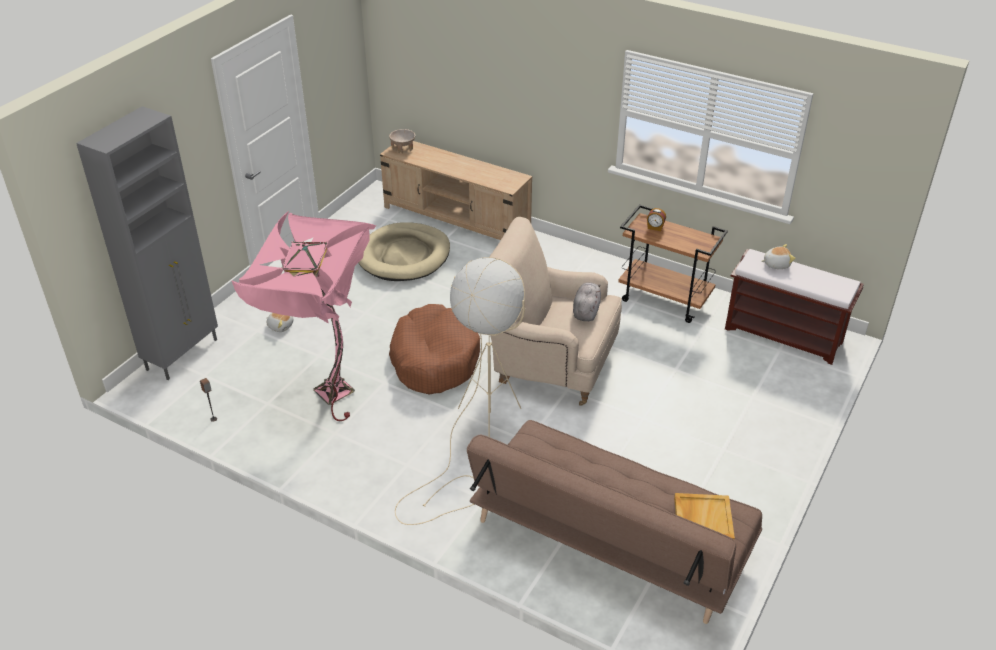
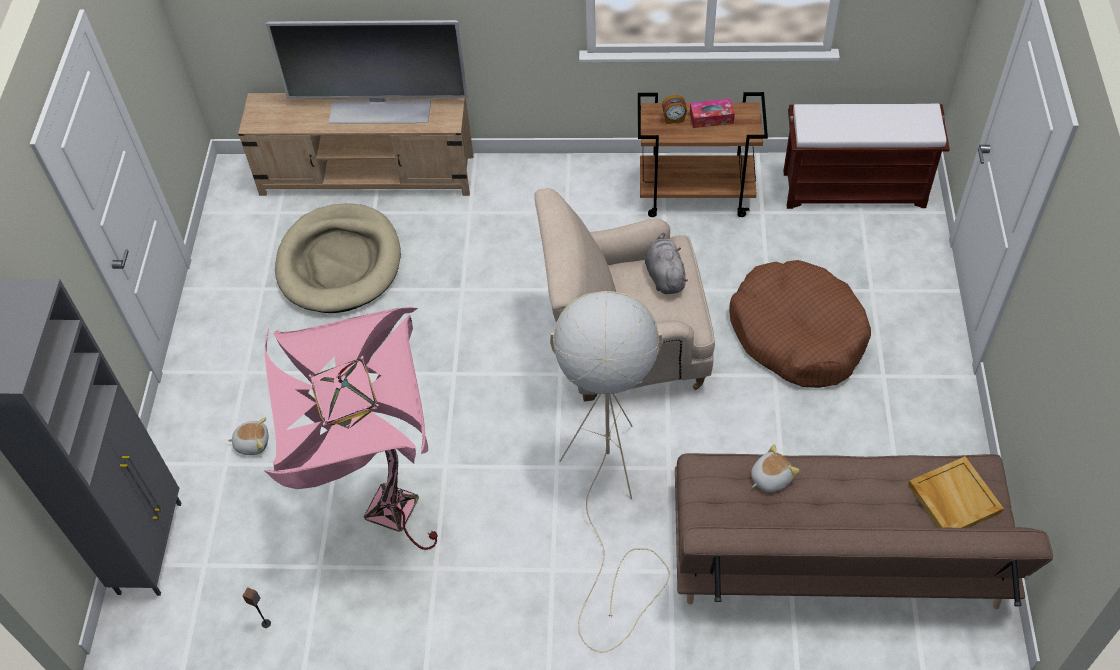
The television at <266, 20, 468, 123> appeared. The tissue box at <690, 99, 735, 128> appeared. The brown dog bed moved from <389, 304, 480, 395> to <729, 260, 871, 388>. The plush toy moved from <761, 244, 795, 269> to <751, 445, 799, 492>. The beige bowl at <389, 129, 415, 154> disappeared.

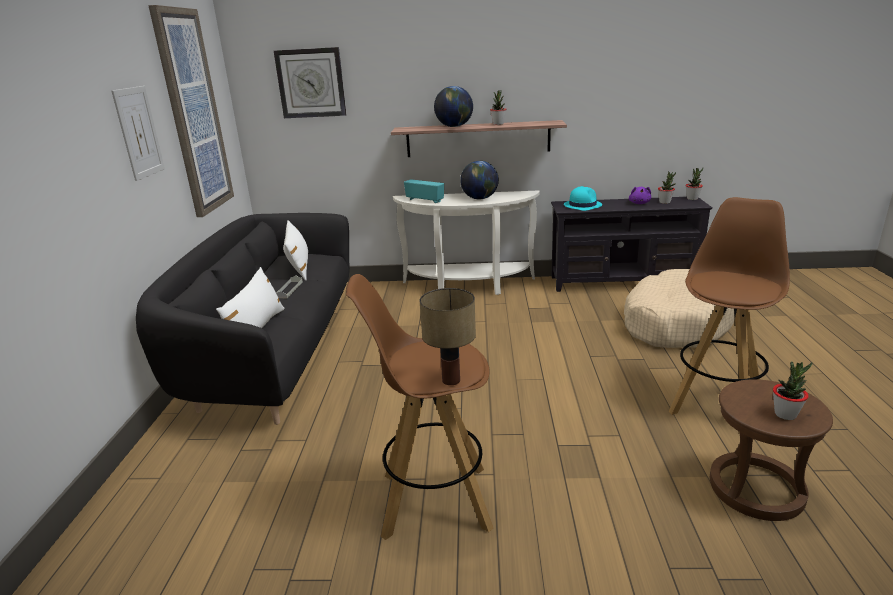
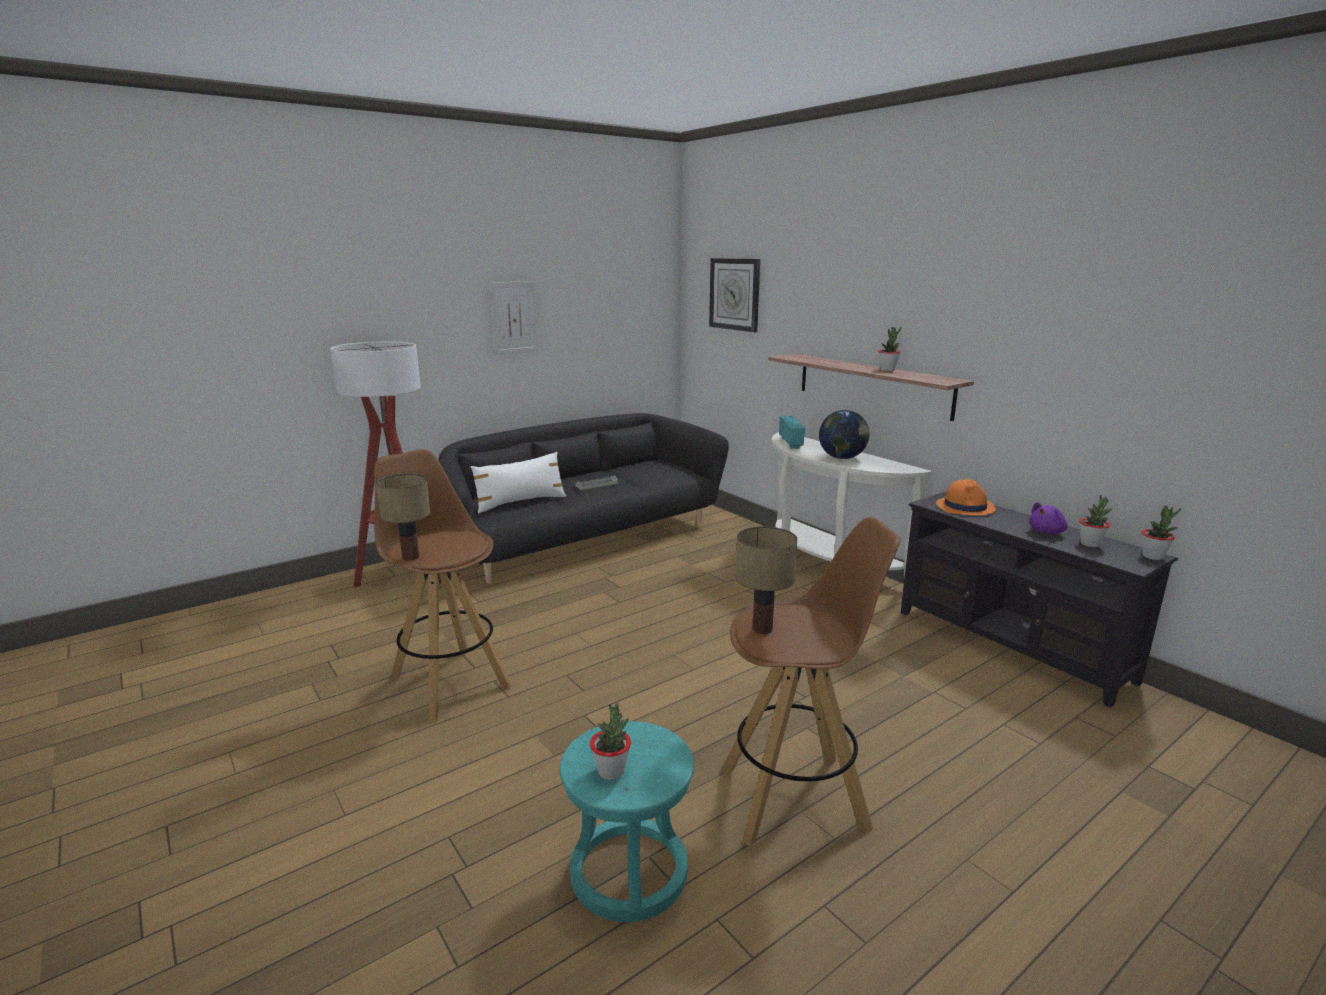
The floor lamp at <330, 341, 441, 588> appeared. The brown stool at <710, 379, 833, 521> became the turquoise stool at <560, 721, 694, 922>. The table lamp at <736, 526, 797, 634> appeared. The turquoise hat at <564, 186, 602, 211> became the orange hat at <936, 479, 996, 516>. The picture at <148, 5, 234, 217> disappeared. The white pillow at <283, 220, 308, 281> disappeared. The globe at <434, 86, 473, 127> disappeared. The beige dog bed at <624, 269, 735, 348> disappeared.

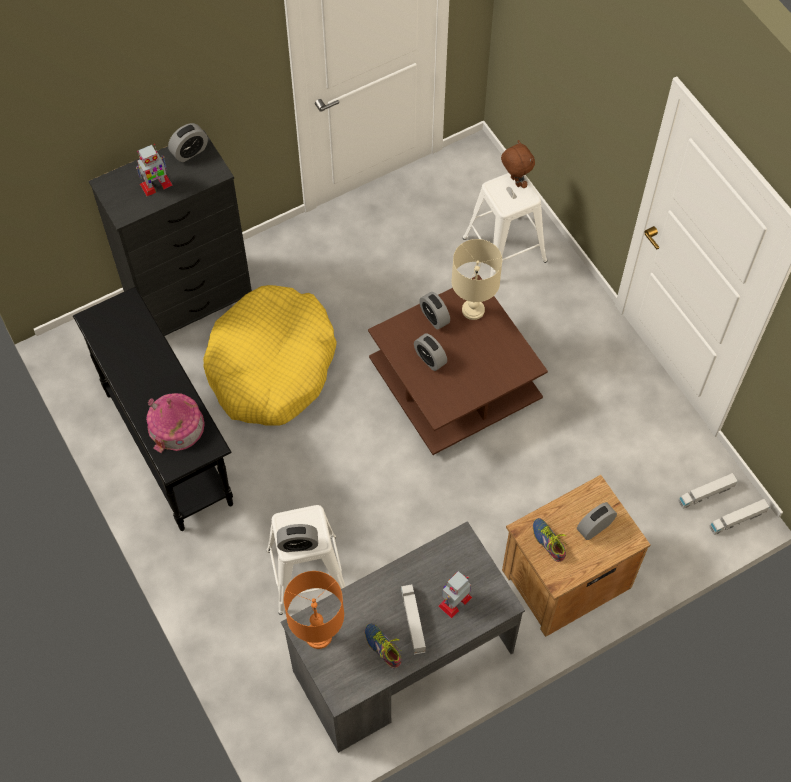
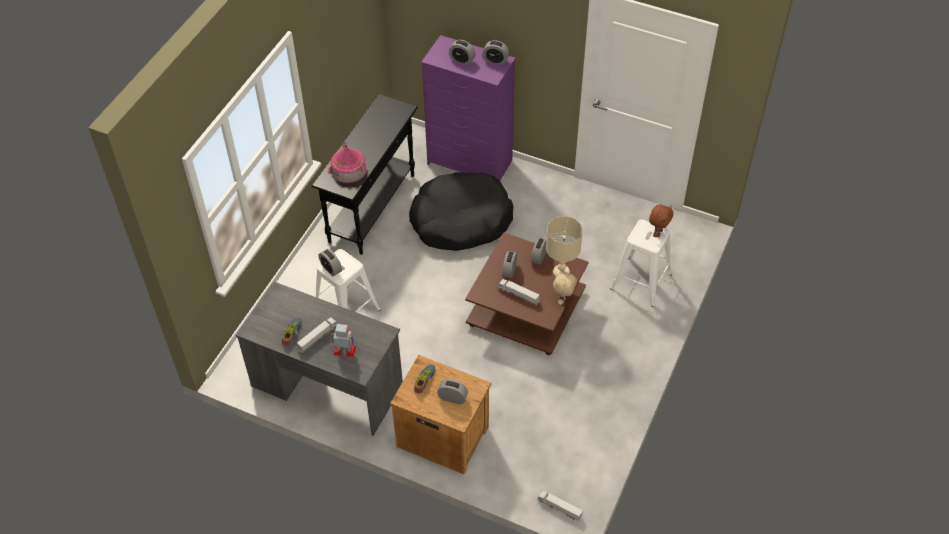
The yellow dog bed at <203, 285, 337, 426> became the black dog bed at <409, 172, 514, 251>. The black dresser at <89, 130, 252, 336> became the purple dresser at <421, 35, 516, 180>. The toy robot at <136, 144, 173, 196> was replaced by the alarm clock at <449, 40, 475, 65>. The toy truck moved from <678, 473, 738, 509> to <498, 279, 540, 305>. The beige plush toy at <553, 269, 577, 305> appeared. The orange table lamp at <284, 571, 344, 649> disappeared.

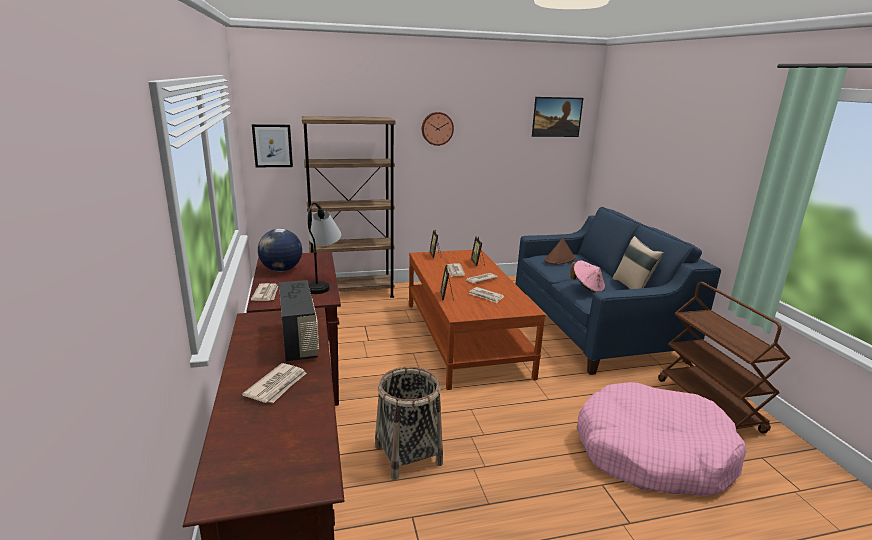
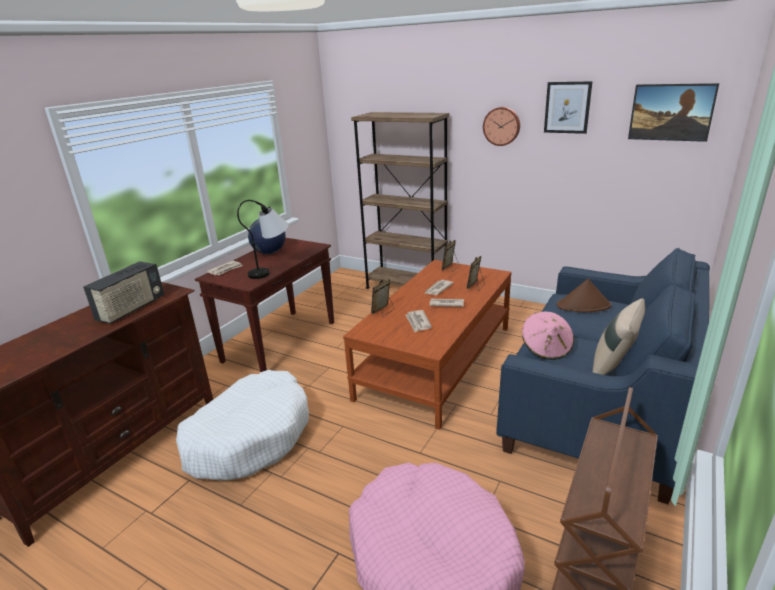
The basket at <375, 367, 443, 480> was replaced by the white dog bed at <176, 370, 309, 481>. The picture moved from <252, 124, 293, 167> to <544, 81, 593, 134>. The newspaper at <242, 363, 307, 403> disappeared.

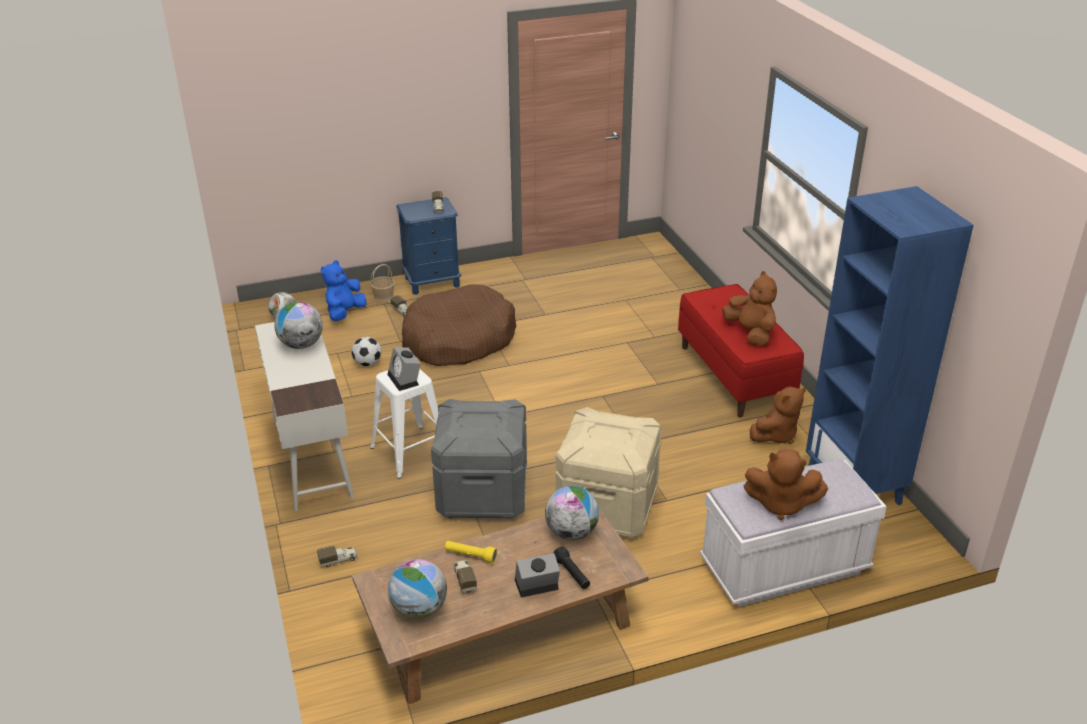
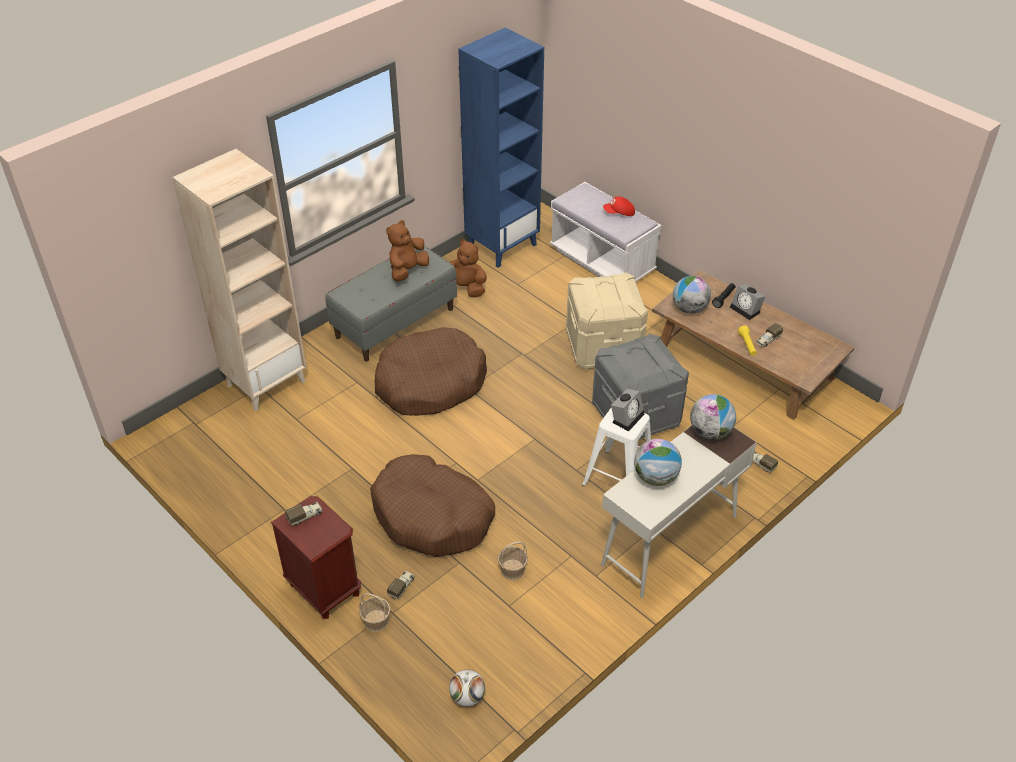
The beige bookcase at <173, 149, 307, 411> appeared. The blue nightstand at <396, 197, 461, 295> became the brown nightstand at <271, 496, 361, 619>. The red bench at <678, 284, 804, 417> became the grey bench at <325, 246, 457, 362>. The brown dog bed at <374, 327, 487, 416> appeared. The football at <352, 337, 381, 366> was replaced by the basket at <498, 541, 528, 580>. The brown plush toy at <744, 449, 828, 520> was replaced by the red cap at <603, 196, 635, 216>. The globe moved from <388, 559, 447, 619> to <690, 394, 736, 440>. The blue plush toy at <321, 260, 366, 321> disappeared.

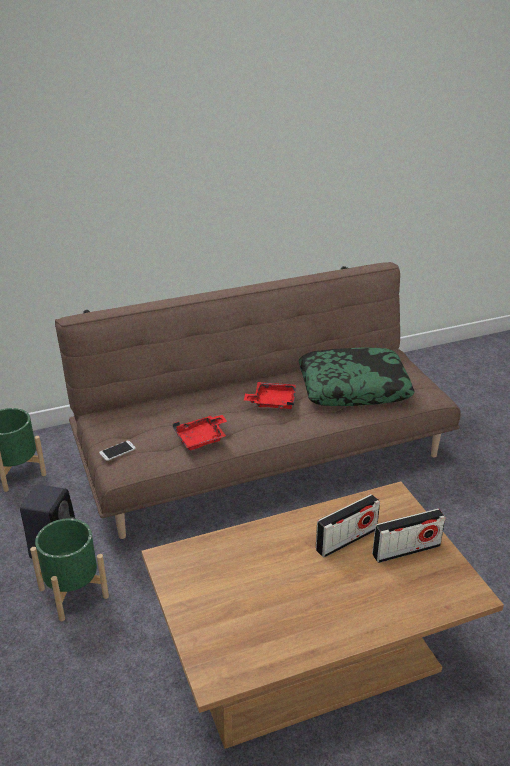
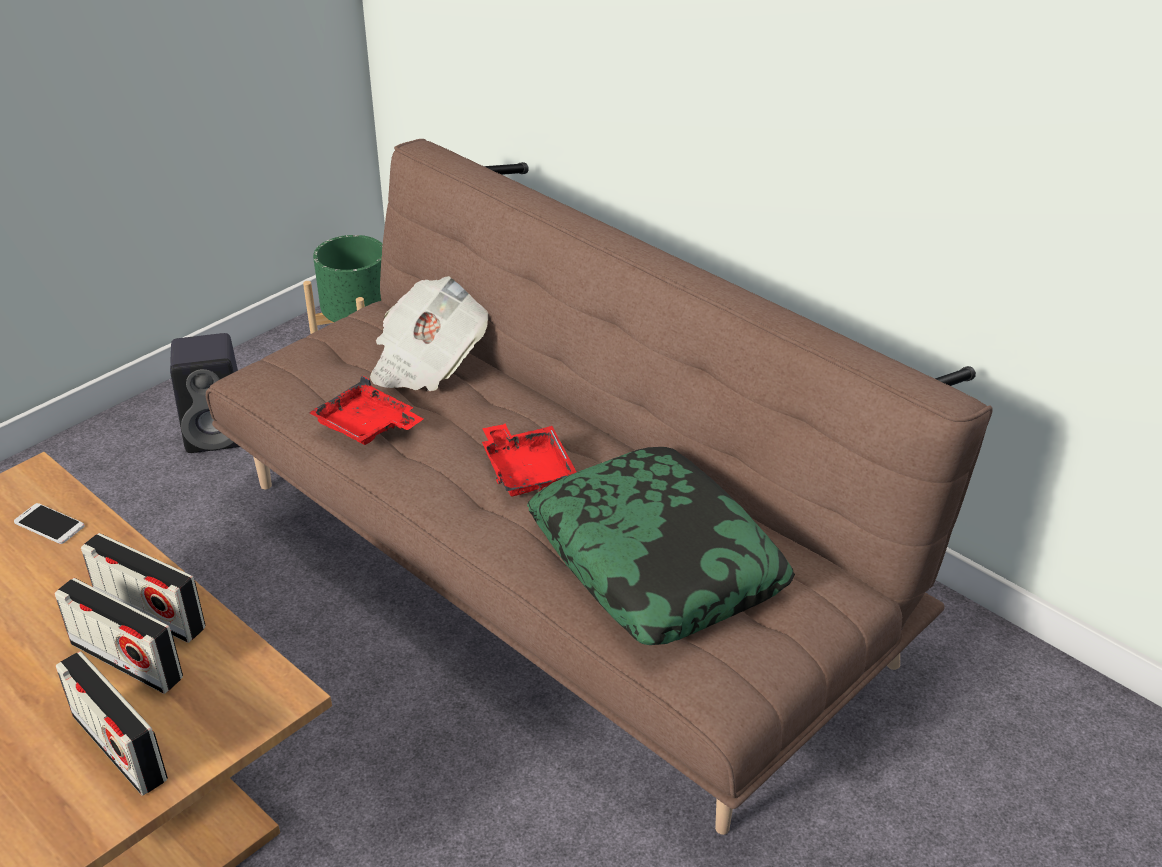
The phone moved from <99, 440, 136, 461> to <14, 503, 85, 544>. The radio at <81, 533, 206, 643> appeared. The newspaper at <370, 276, 488, 391> appeared. The green planter at <30, 518, 109, 621> disappeared.

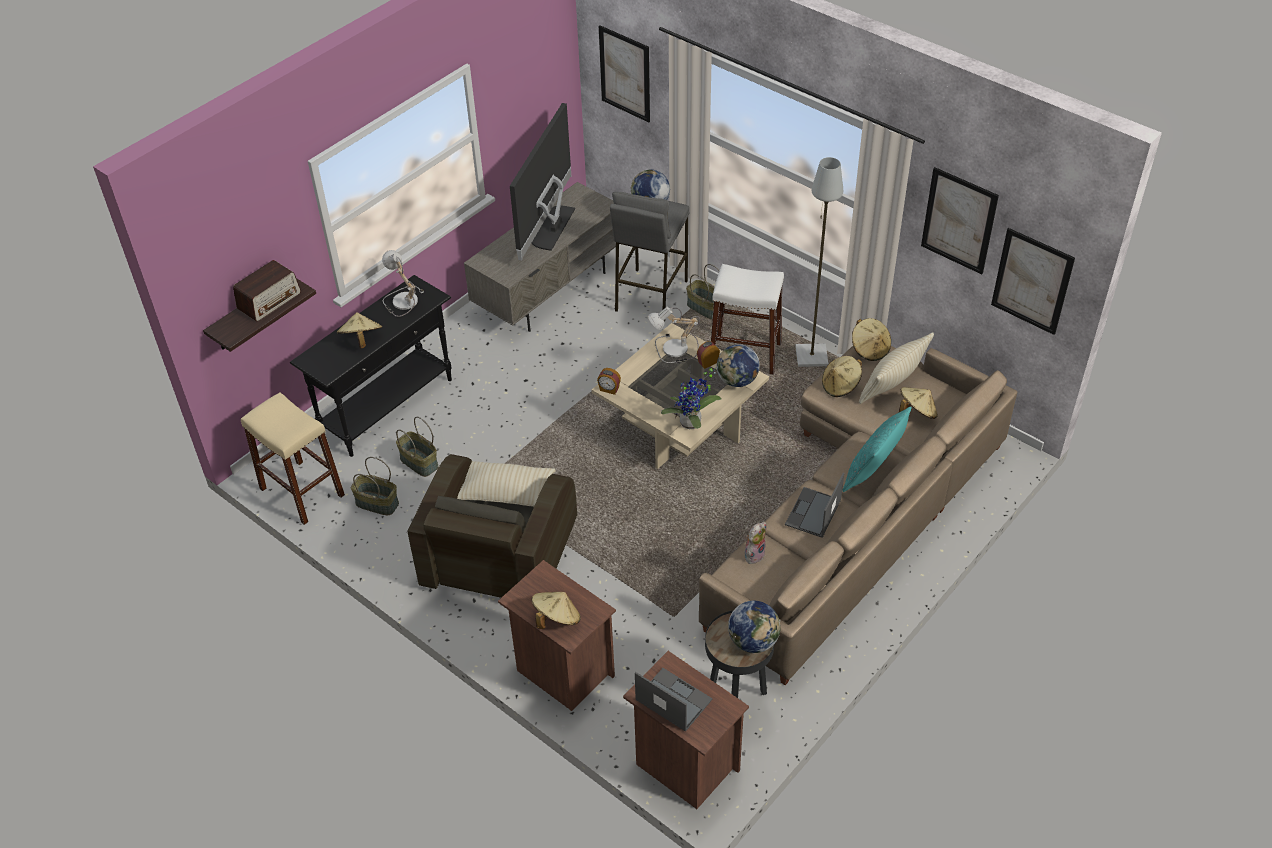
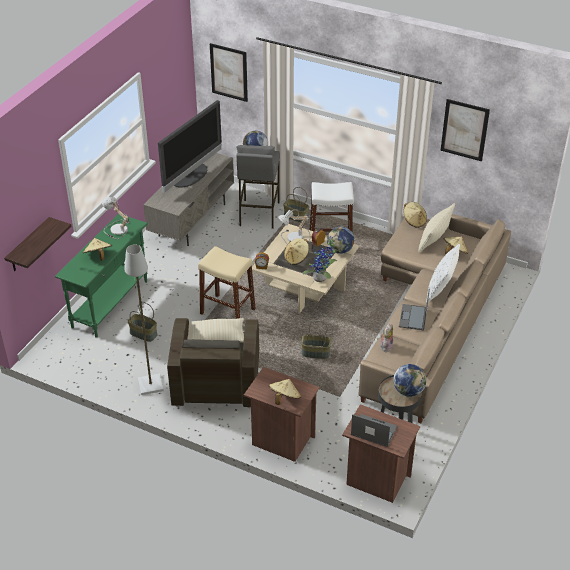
The black console table at <290, 275, 452, 457> became the green console table at <55, 213, 148, 338>. The grey floor lamp moved from <795, 157, 843, 367> to <124, 245, 164, 395>. The television at <510, 103, 575, 261> turned 150 degrees counterclockwise. The beige stool moved from <241, 392, 345, 525> to <198, 246, 256, 319>. The beige hat moved from <822, 356, 862, 397> to <284, 238, 309, 265>. The basket moved from <351, 457, 399, 515> to <301, 320, 331, 359>. The turquoise pillow at <842, 407, 911, 492> became the white pillow at <426, 244, 460, 303>. The radio at <233, 260, 301, 322> disappeared. The picture at <991, 228, 1075, 335> disappeared.

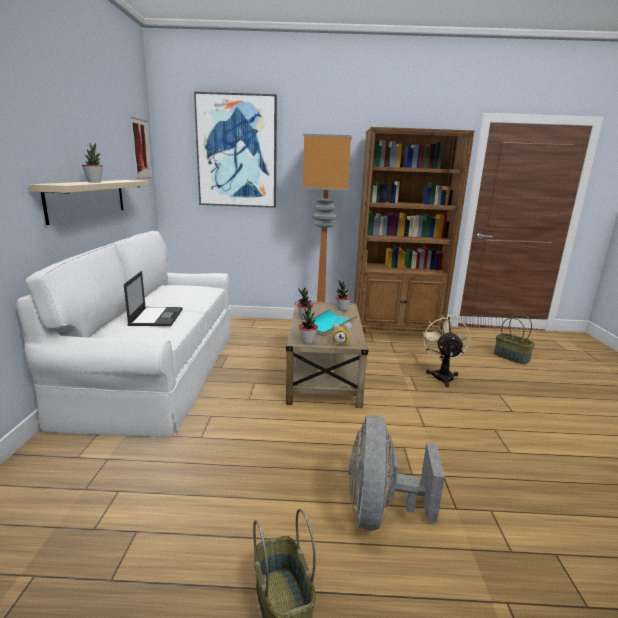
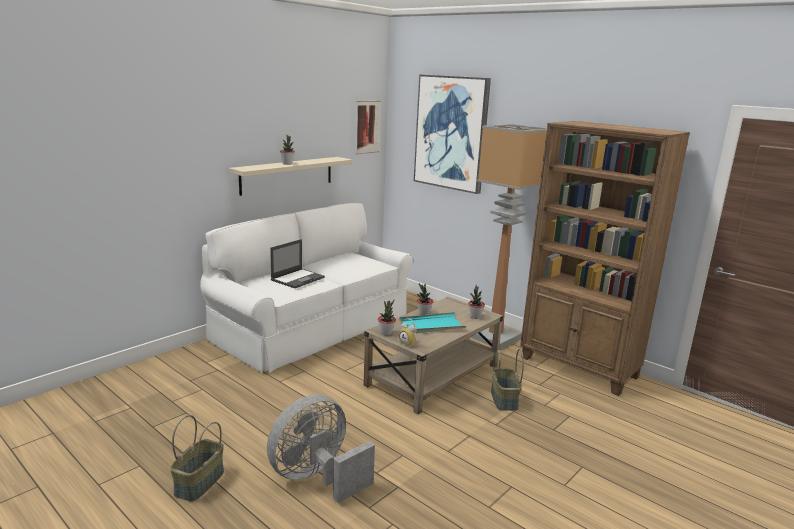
The basket moved from <494, 314, 535, 364> to <491, 348, 524, 411>. The beige fan at <422, 315, 470, 387> disappeared.

